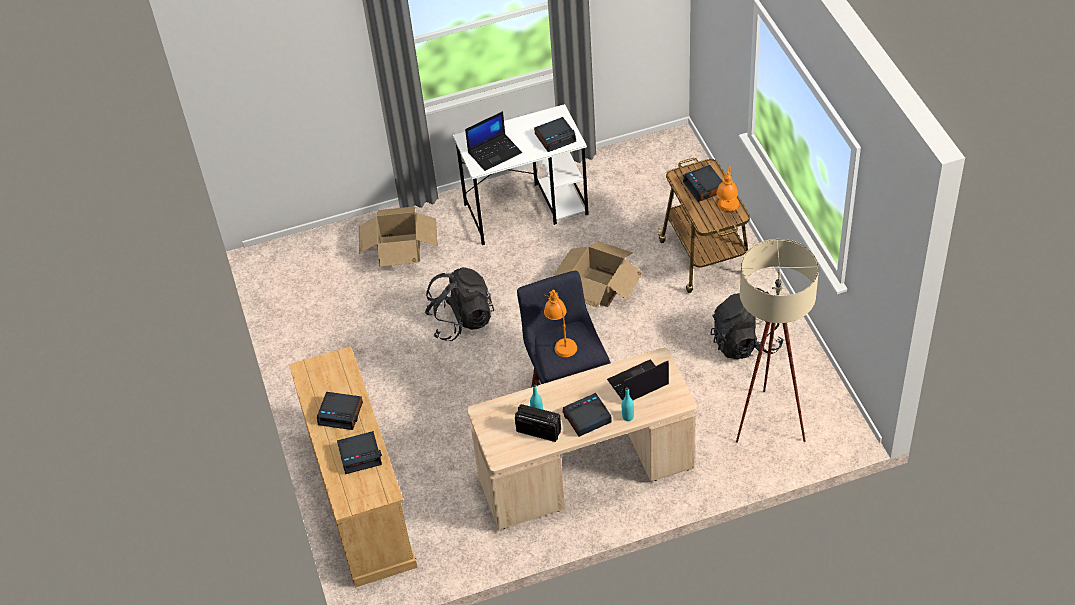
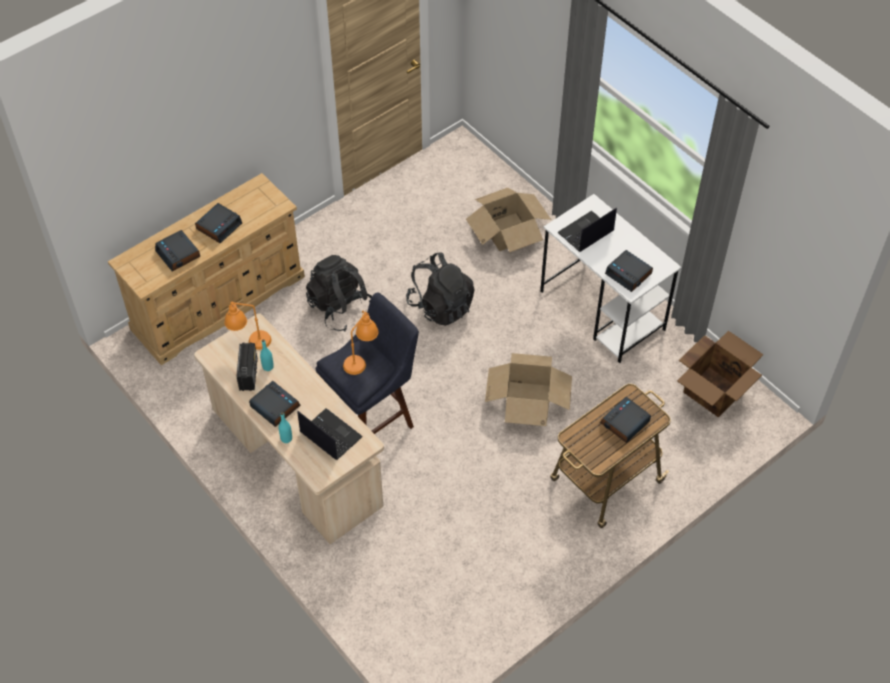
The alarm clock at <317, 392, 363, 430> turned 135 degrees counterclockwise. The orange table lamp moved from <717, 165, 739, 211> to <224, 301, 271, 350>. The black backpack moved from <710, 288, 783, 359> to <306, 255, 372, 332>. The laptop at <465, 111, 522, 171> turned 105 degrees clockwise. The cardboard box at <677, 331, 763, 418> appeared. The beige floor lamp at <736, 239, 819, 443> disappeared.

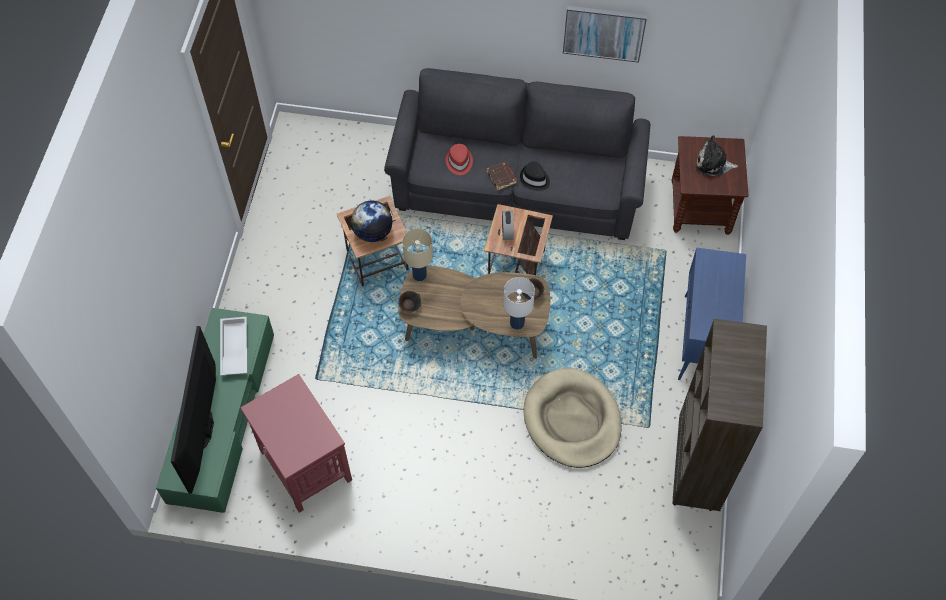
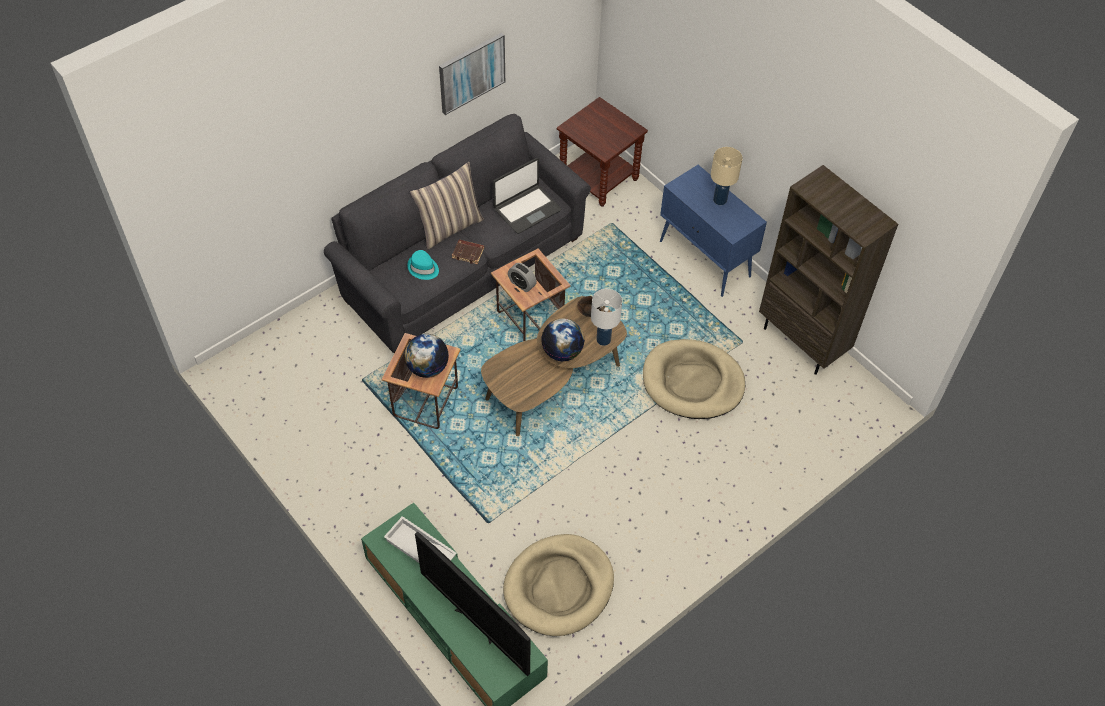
The red hat at <445, 144, 473, 175> became the turquoise hat at <407, 250, 439, 280>. The pillow at <410, 161, 484, 250> appeared. The laptop at <493, 158, 561, 234> appeared. The red side table at <240, 374, 352, 513> was replaced by the beige dog bed at <503, 534, 614, 636>. The globe at <541, 318, 585, 361> appeared. The beige table lamp moved from <402, 228, 433, 281> to <711, 147, 742, 205>. The brown bowl at <398, 291, 422, 312> disappeared. The black hat at <520, 161, 550, 191> disappeared. The plush toy at <696, 135, 738, 176> disappeared.

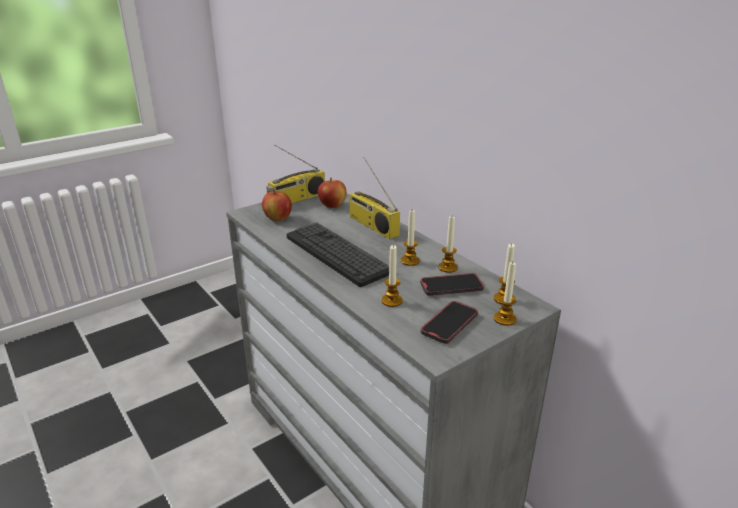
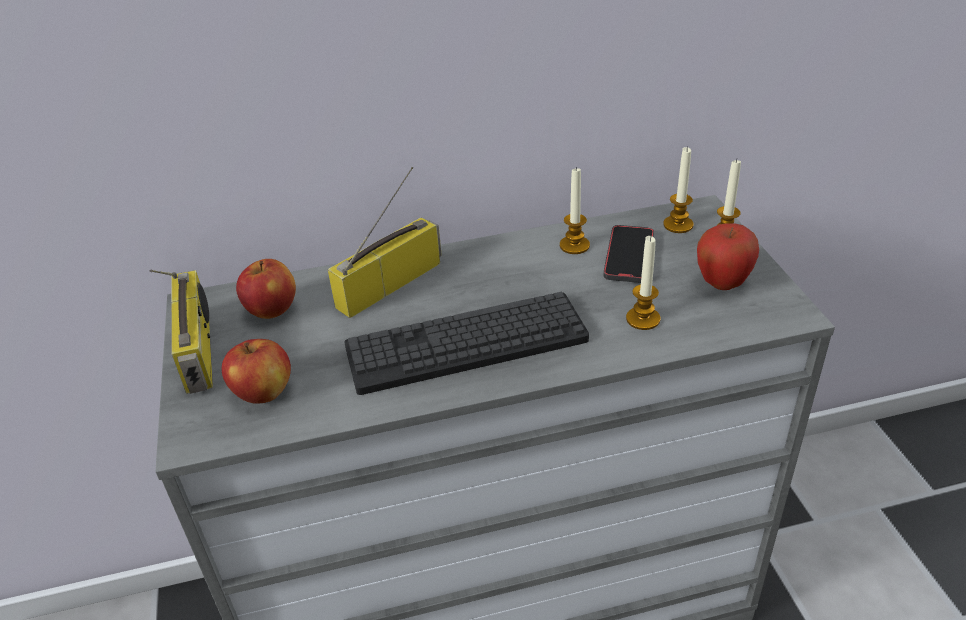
The radio at <349, 157, 400, 239> turned 150 degrees clockwise. The phone at <421, 301, 478, 344> was replaced by the apple at <697, 223, 759, 290>. The candle at <401, 210, 420, 266> disappeared.

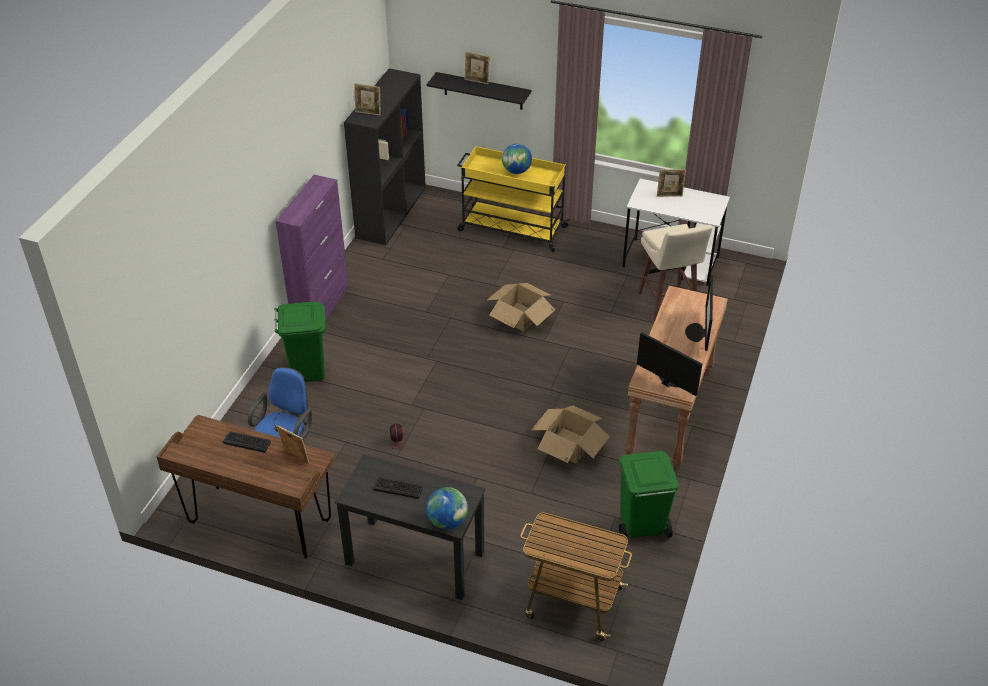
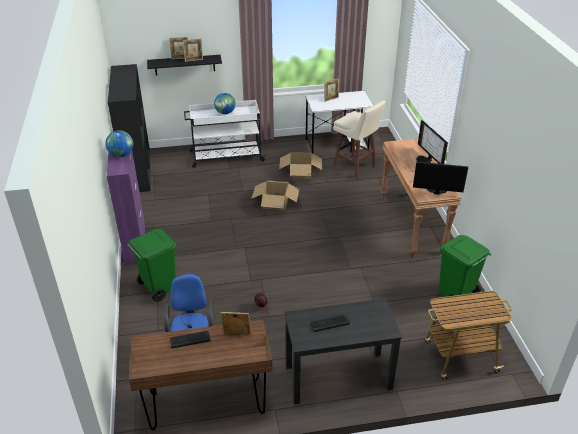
The globe moved from <426, 487, 468, 529> to <105, 130, 133, 157>. The picture frame moved from <354, 83, 381, 115> to <183, 39, 203, 62>. The yellow cart at <457, 146, 570, 252> became the white cart at <184, 100, 265, 168>. The cardboard box moved from <531, 405, 610, 463> to <279, 152, 322, 179>.

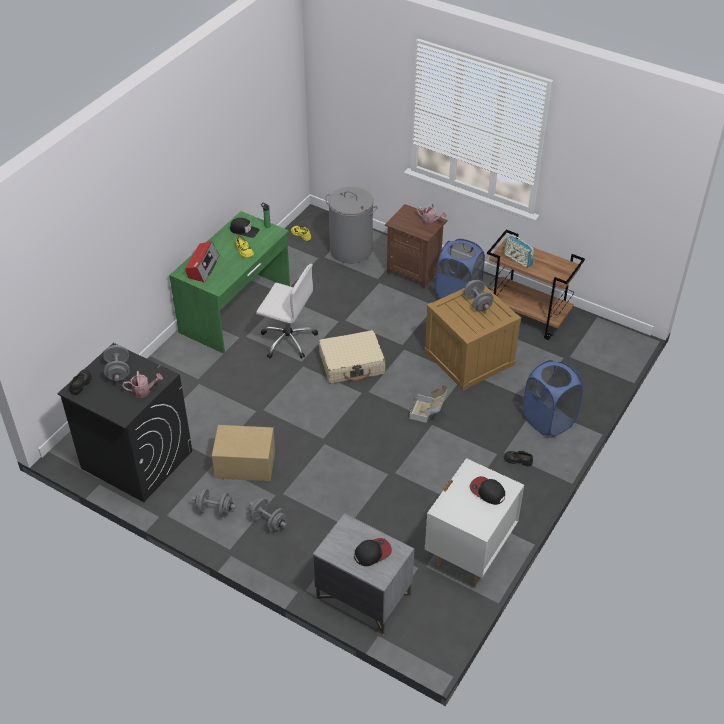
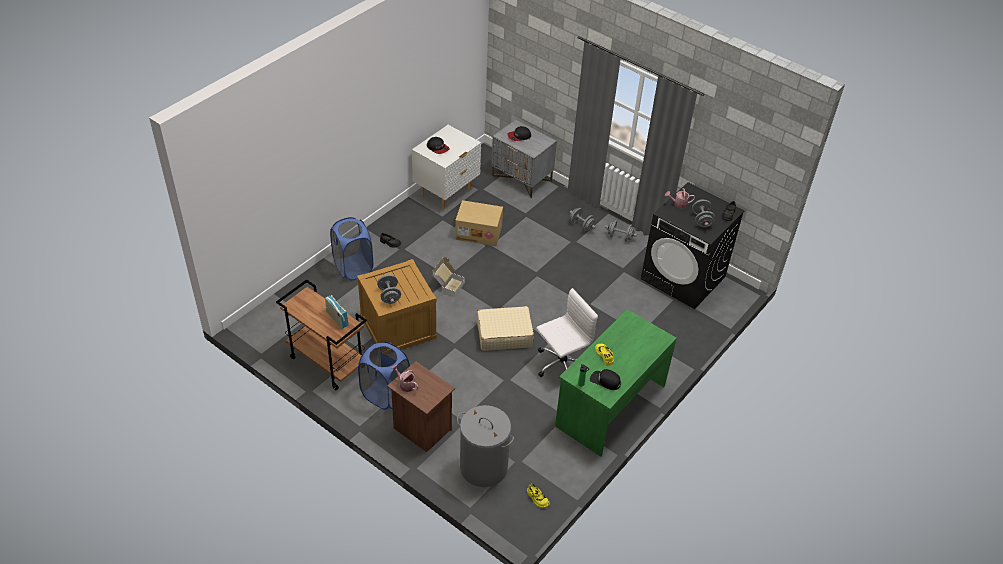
The cardboard box moved from <212, 425, 275, 481> to <455, 200, 503, 246>. The white office chair at <256, 264, 318, 359> turned 120 degrees clockwise. The radio at <186, 241, 219, 283> disappeared.

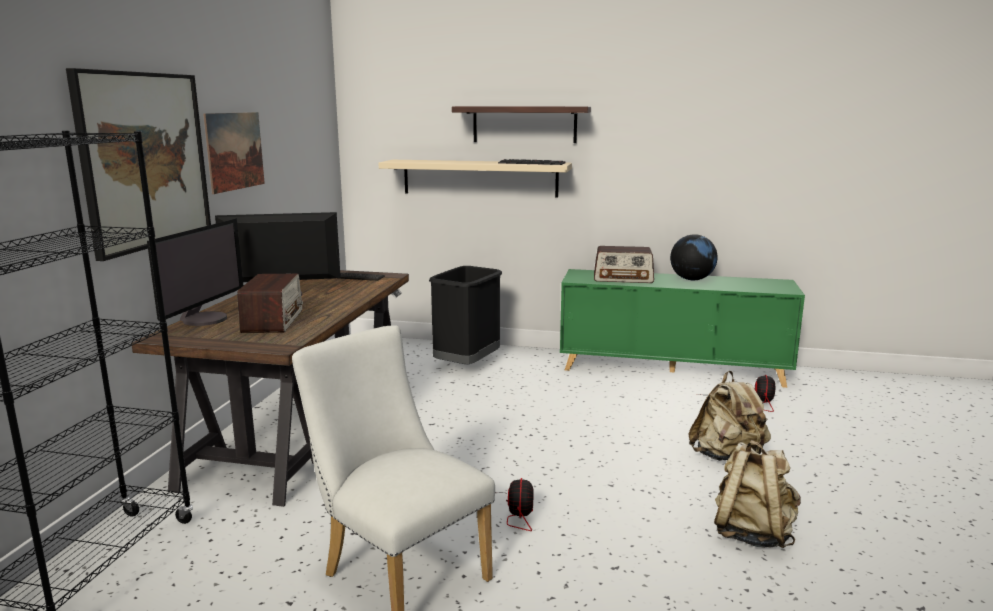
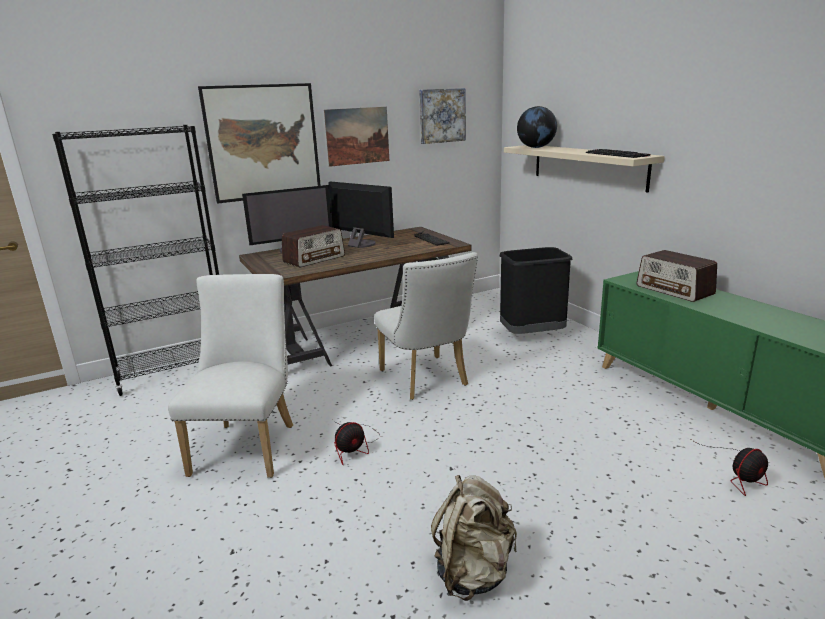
The white chair at <374, 252, 478, 400> appeared. The picture at <419, 88, 466, 144> appeared. The globe moved from <670, 234, 718, 280> to <517, 106, 557, 148>. The shelf at <452, 106, 591, 143> disappeared. The beige backpack at <688, 371, 771, 461> disappeared.

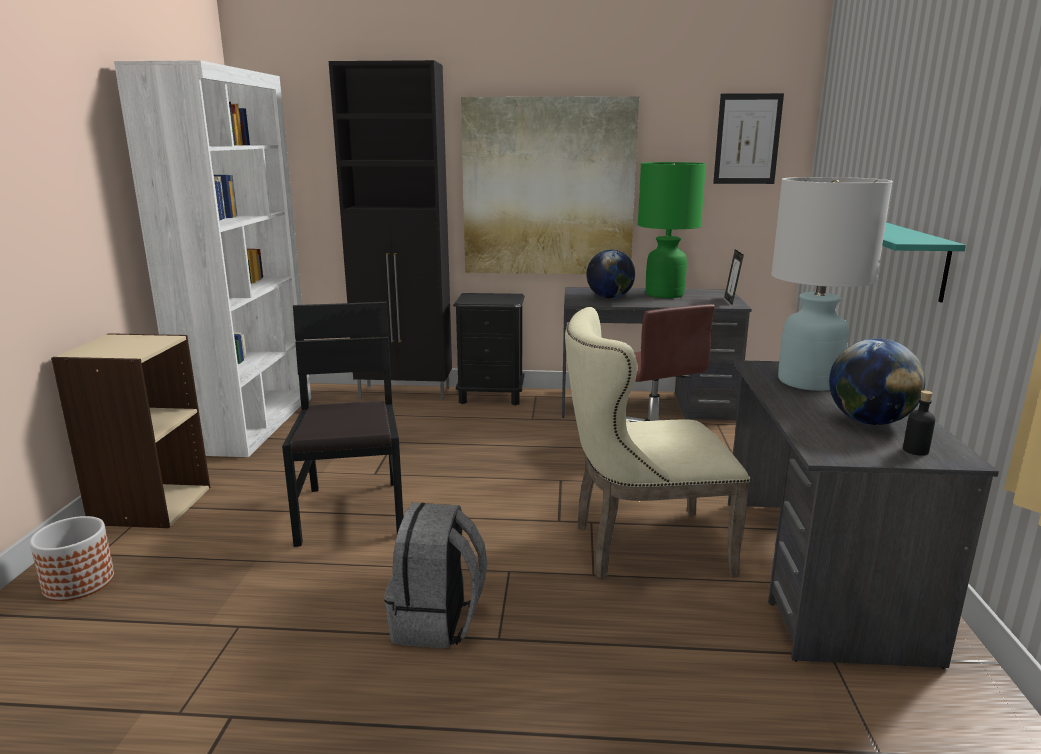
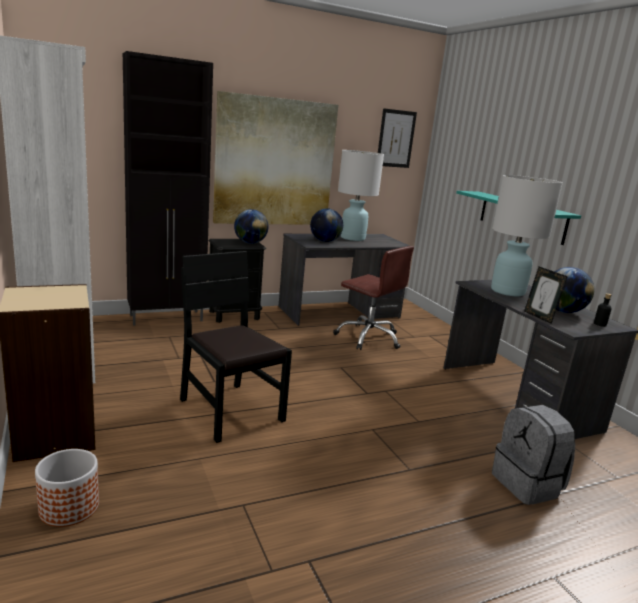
The globe at <234, 209, 269, 244> appeared. The green table lamp at <638, 162, 706, 298> became the white table lamp at <338, 150, 384, 241>. The grey backpack moved from <384, 503, 487, 649> to <492, 405, 575, 505>. The picture frame moved from <724, 249, 744, 305> to <524, 266, 568, 324>. The beige chair at <565, 307, 751, 579> disappeared.

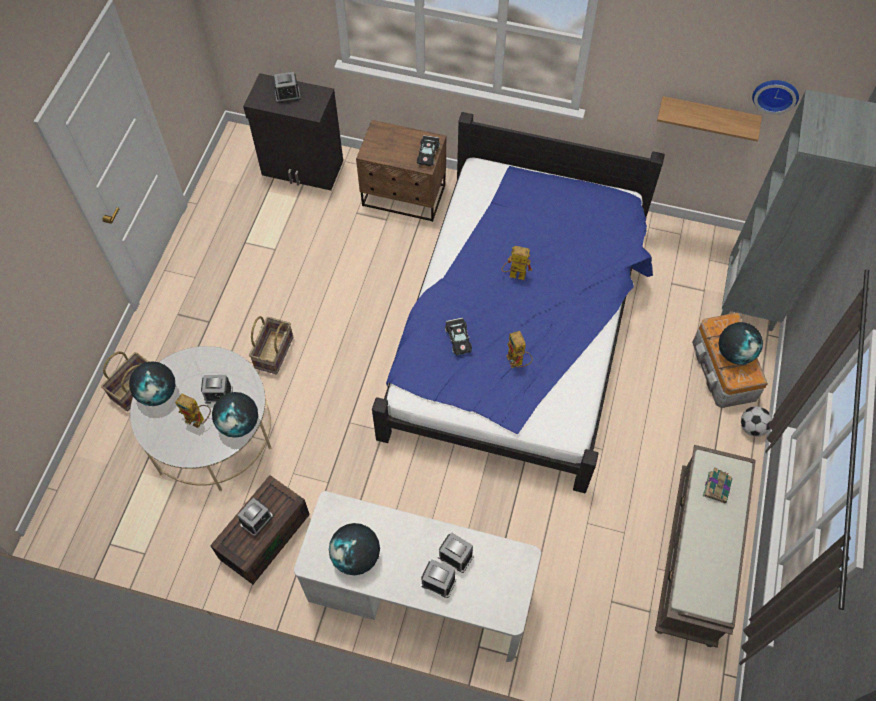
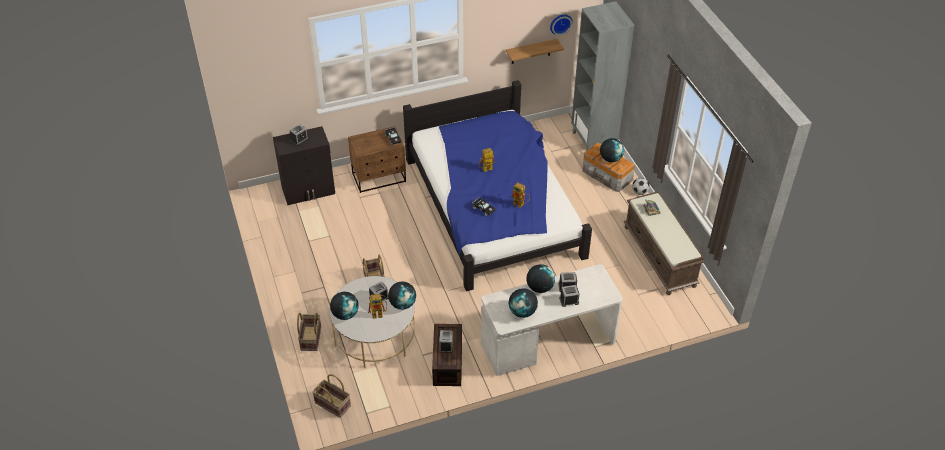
The basket at <312, 374, 351, 418> appeared. The globe at <527, 264, 555, 293> appeared.

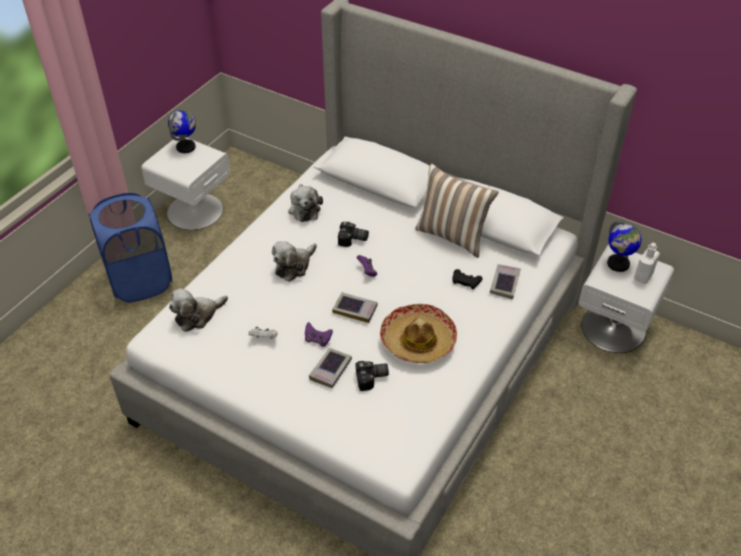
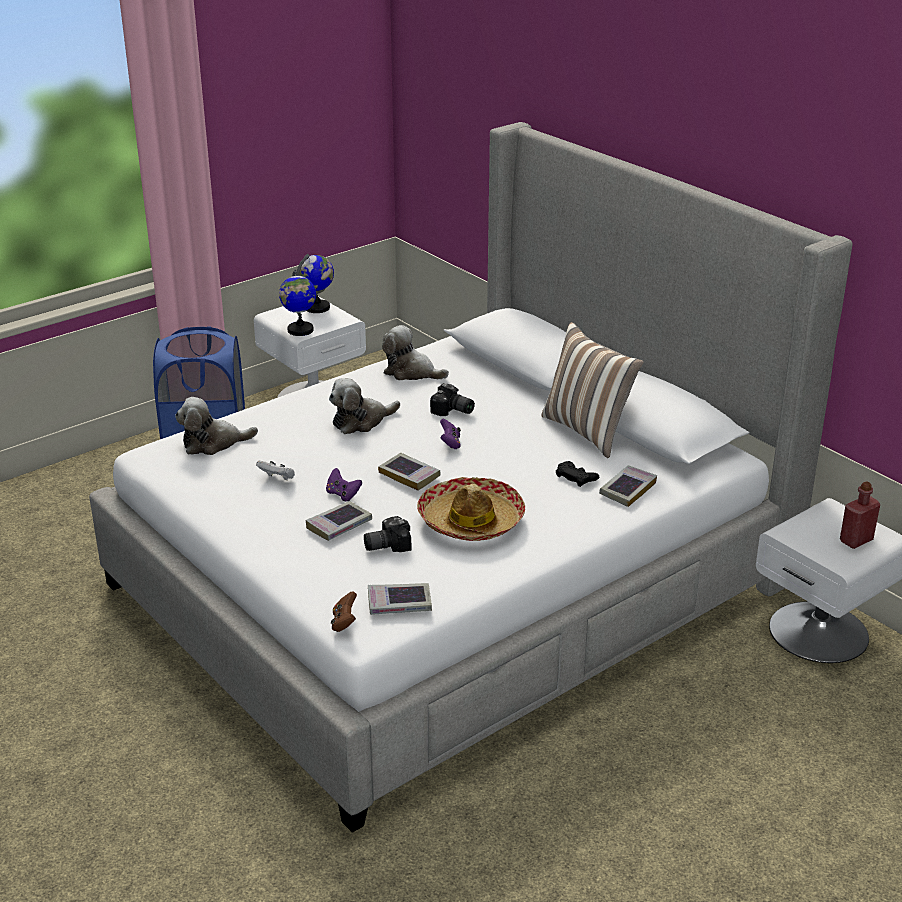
The globe moved from <607, 220, 641, 272> to <279, 269, 316, 336>. The brown game controller at <331, 591, 357, 632> appeared. The photo camera at <355, 361, 389, 391> turned 150 degrees clockwise. The book at <368, 583, 432, 615> appeared. The plush toy at <288, 184, 323, 222> turned 105 degrees clockwise. The white bottle at <634, 243, 660, 284> became the red bottle at <840, 482, 880, 549>.

